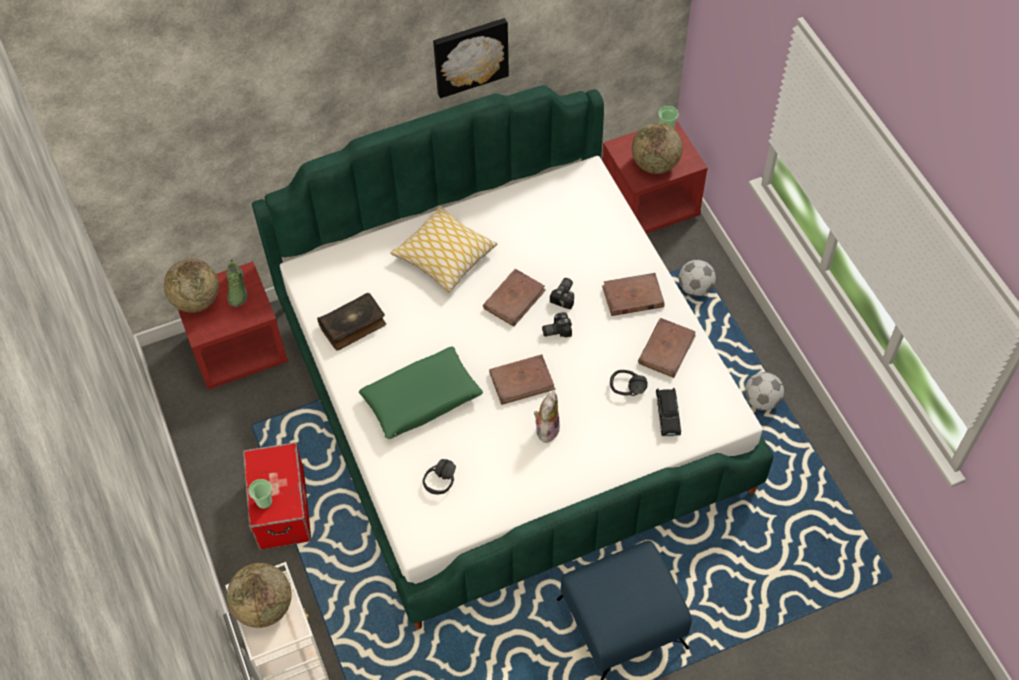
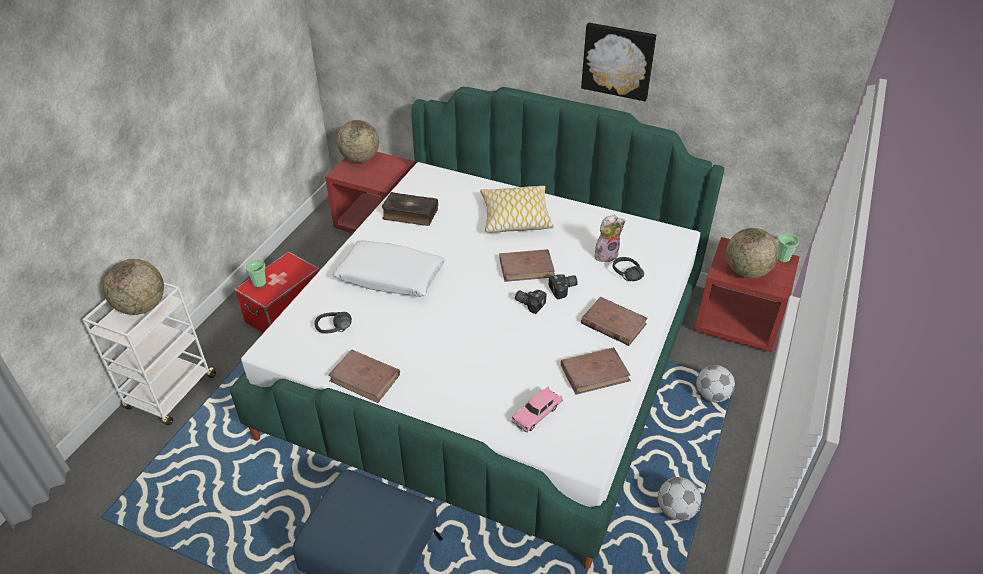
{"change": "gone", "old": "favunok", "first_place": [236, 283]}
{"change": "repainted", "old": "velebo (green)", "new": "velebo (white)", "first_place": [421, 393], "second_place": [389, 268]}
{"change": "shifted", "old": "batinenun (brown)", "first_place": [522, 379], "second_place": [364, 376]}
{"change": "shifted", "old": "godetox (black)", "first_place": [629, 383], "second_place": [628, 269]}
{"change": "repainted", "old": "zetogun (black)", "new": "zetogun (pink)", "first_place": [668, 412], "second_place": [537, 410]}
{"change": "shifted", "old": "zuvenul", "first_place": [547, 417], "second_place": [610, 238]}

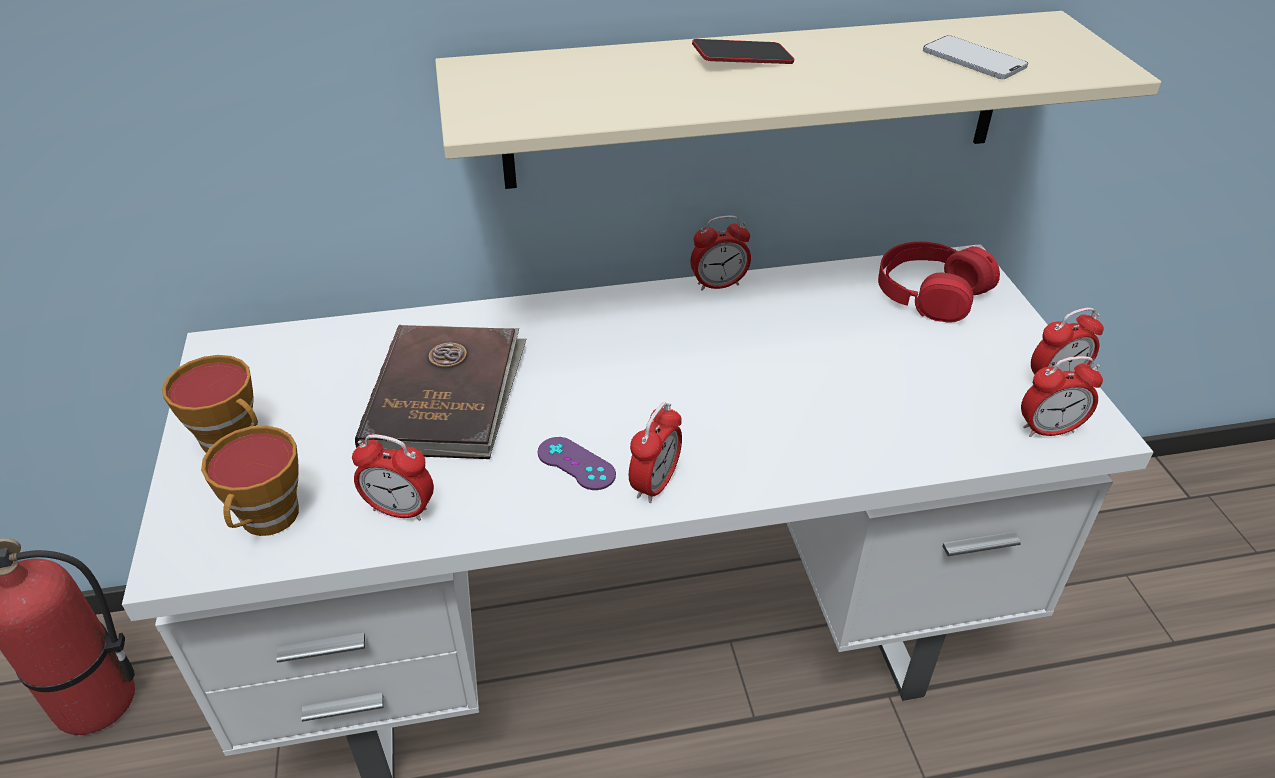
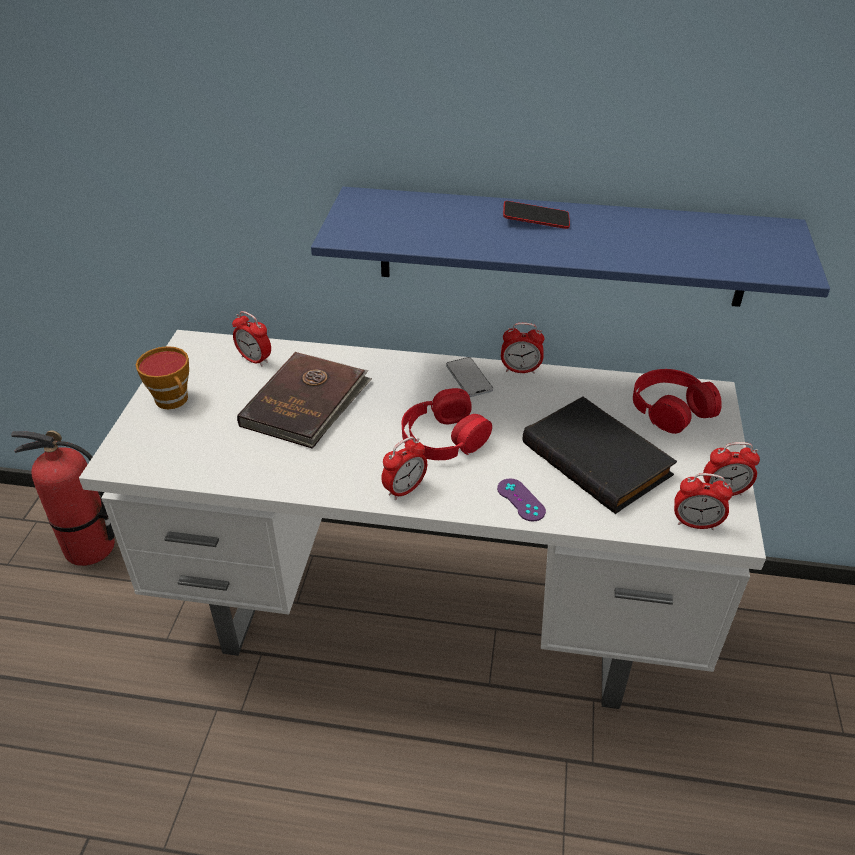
{"change": "repainted", "old": "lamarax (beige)", "new": "lamarax (blue)", "first_place": [798, 100], "second_place": [570, 247]}
{"change": "shifted", "old": "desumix", "first_place": [975, 57], "second_place": [469, 377]}
{"change": "gone", "old": "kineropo", "first_place": [250, 480]}
{"change": "shifted", "old": "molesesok", "first_place": [393, 477], "second_place": [251, 338]}
{"change": "shifted", "old": "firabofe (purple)", "first_place": [577, 463], "second_place": [521, 500]}
{"change": "new", "new": "godetox (red)", "second_place": [447, 424]}
{"change": "new", "new": "batinenun (black)", "second_place": [599, 455]}

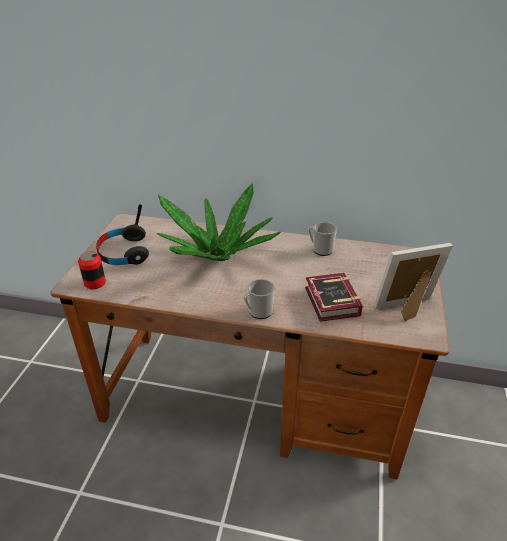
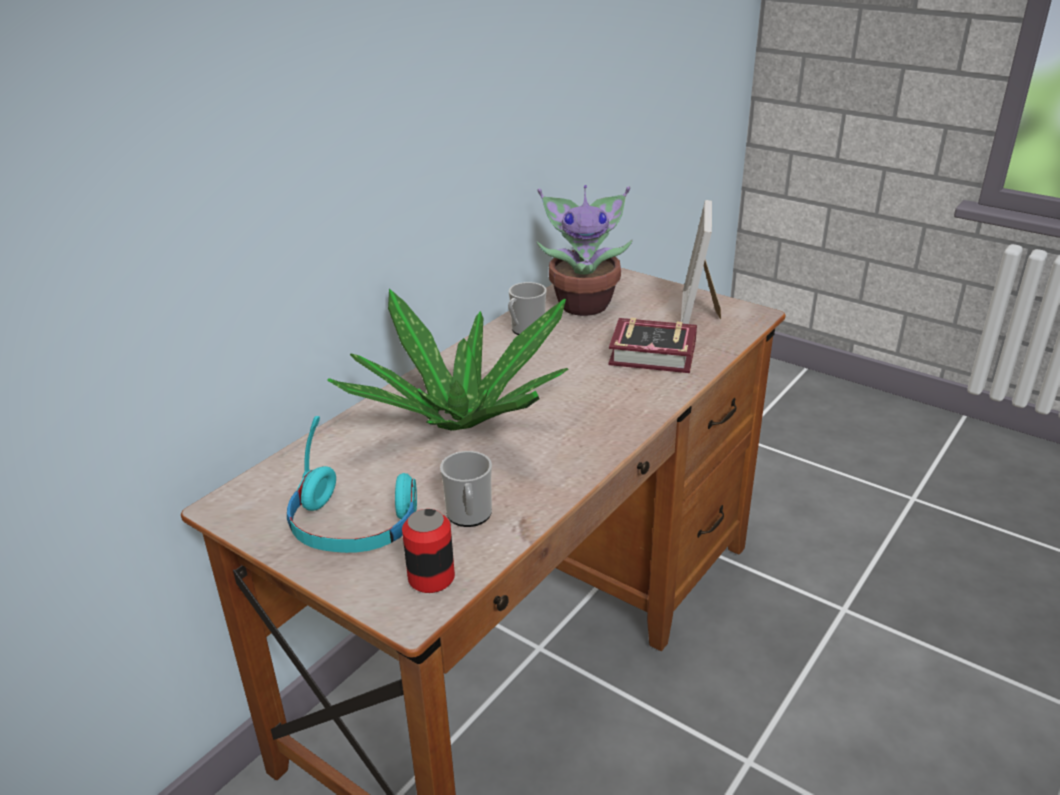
{"change": "repainted", "old": "godetox (black)", "new": "godetox (turquoise)", "first_place": [122, 234], "second_place": [352, 484]}
{"change": "shifted", "old": "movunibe", "first_place": [259, 299], "second_place": [466, 489]}
{"change": "new", "new": "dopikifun", "second_place": [585, 250]}

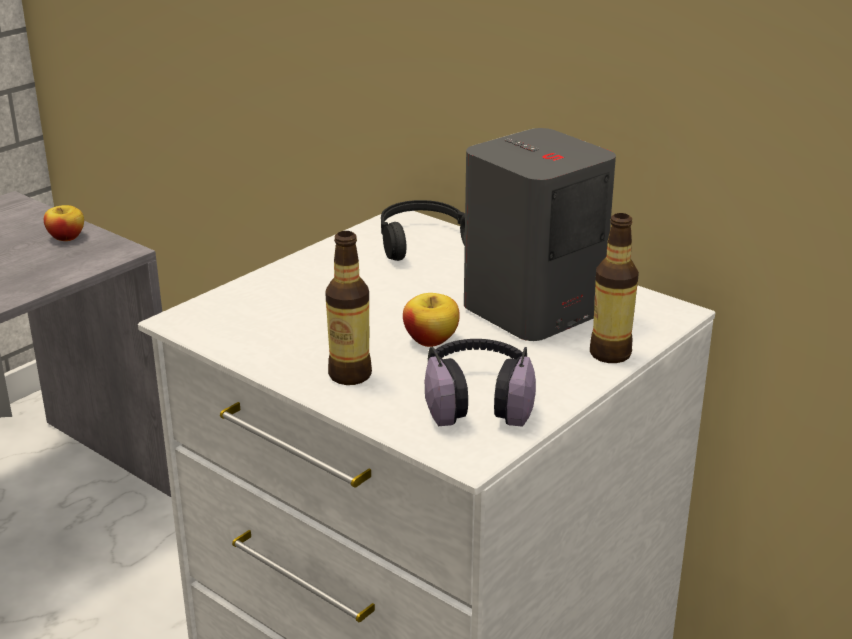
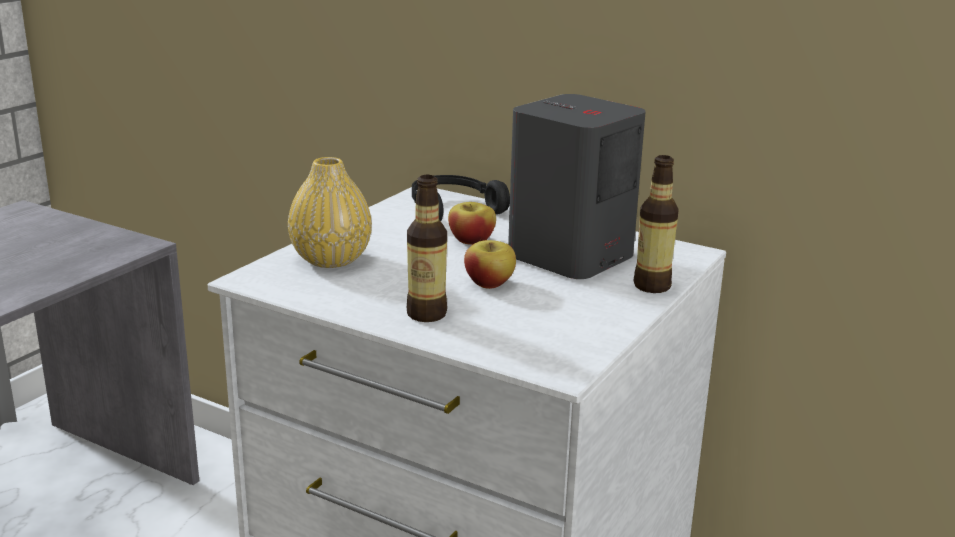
{"change": "shifted", "old": "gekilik", "first_place": [64, 223], "second_place": [472, 223]}
{"change": "gone", "old": "godetox", "first_place": [480, 383]}
{"change": "new", "new": "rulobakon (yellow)", "second_place": [330, 212]}

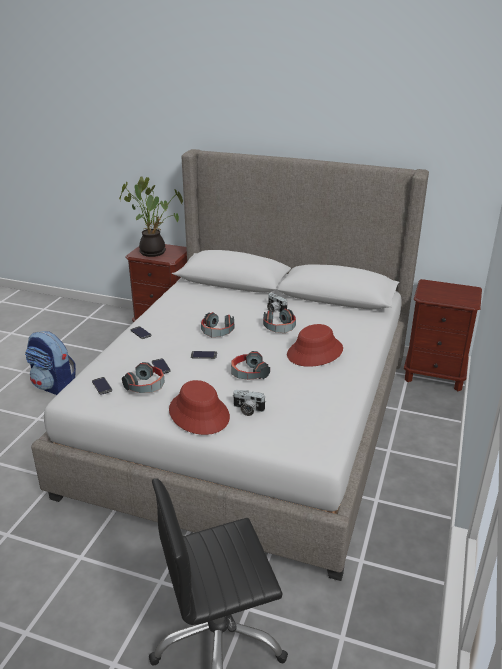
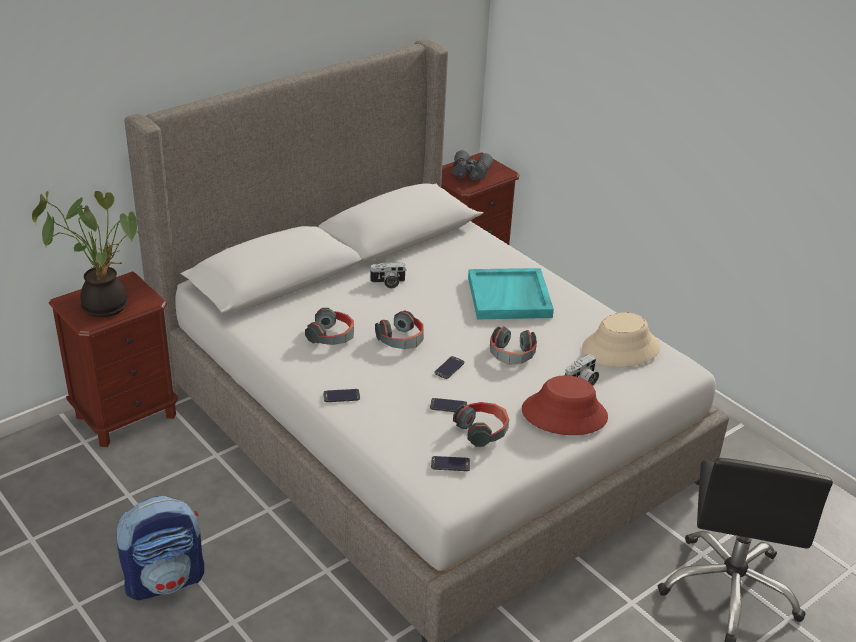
{"change": "shifted", "old": "godetox", "first_place": [279, 321], "second_place": [329, 326]}
{"change": "swapped", "old": "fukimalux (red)", "new": "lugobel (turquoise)", "first_place": [315, 345], "second_place": [511, 293]}
{"change": "new", "new": "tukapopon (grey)", "second_place": [472, 165]}
{"change": "new", "new": "fukimalux (beige)", "second_place": [621, 339]}

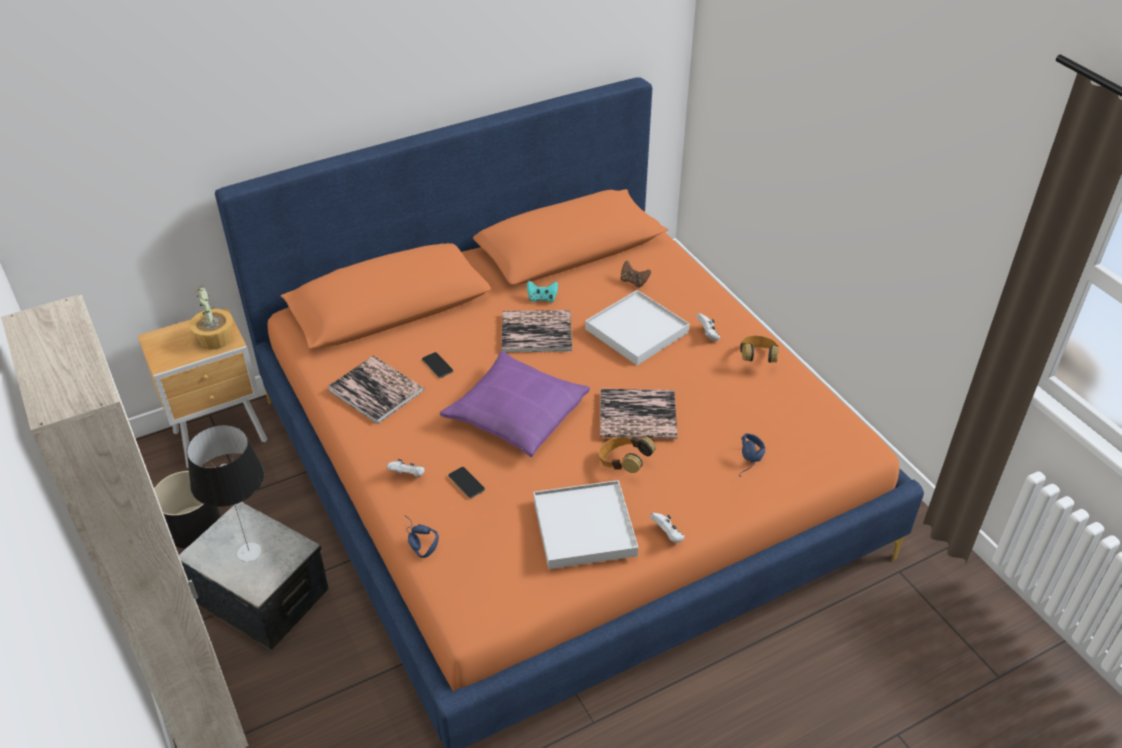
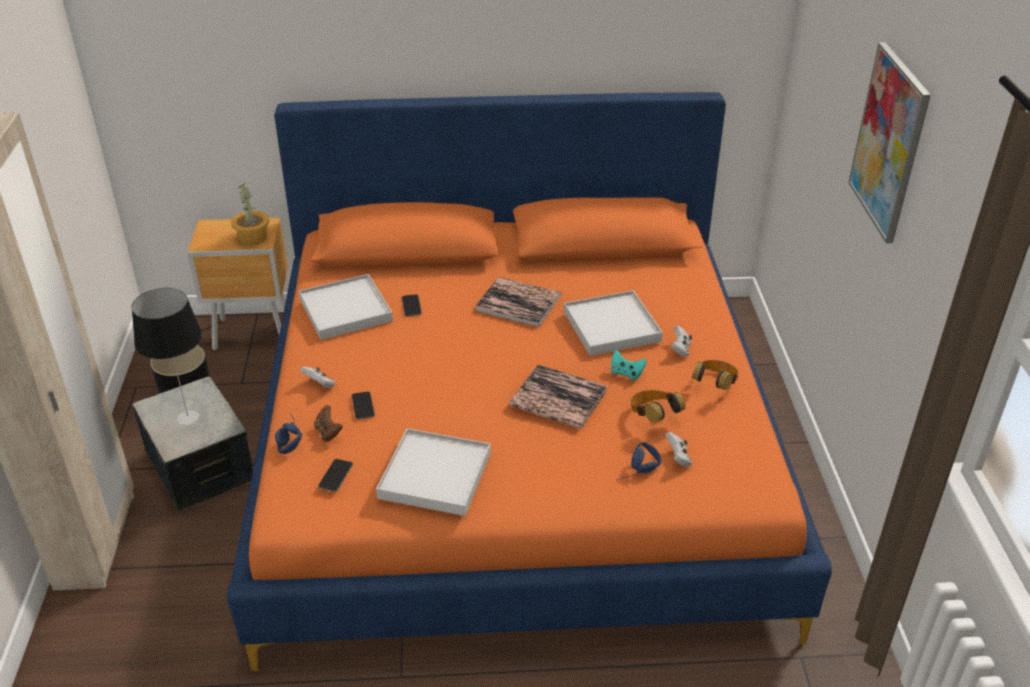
{"change": "shifted", "old": "firabofe (brown)", "first_place": [636, 274], "second_place": [328, 423]}
{"change": "shifted", "old": "firabofe (turquoise)", "first_place": [542, 292], "second_place": [629, 365]}
{"change": "gone", "old": "velebo (purple)", "first_place": [515, 404]}
{"change": "swapped", "old": "batinenun", "new": "lugobel (white)", "first_place": [375, 390], "second_place": [346, 307]}
{"change": "shifted", "old": "godetox", "first_place": [627, 454], "second_place": [657, 406]}
{"change": "shifted", "old": "firabofe (white)", "first_place": [667, 528], "second_place": [678, 449]}
{"change": "new", "new": "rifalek", "second_place": [889, 142]}
{"change": "new", "new": "desumix", "second_place": [335, 475]}

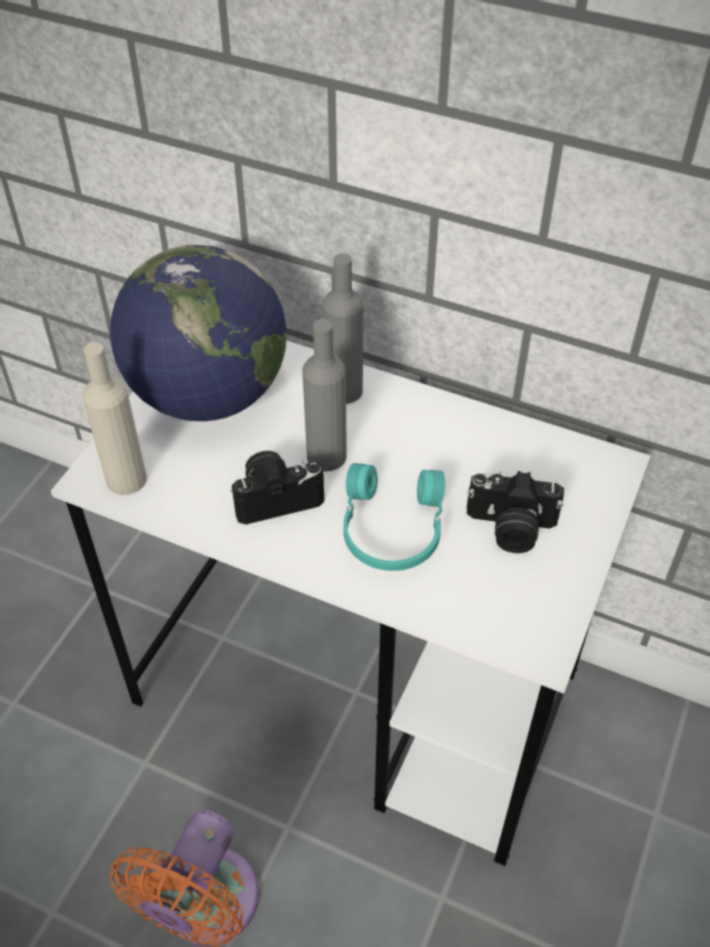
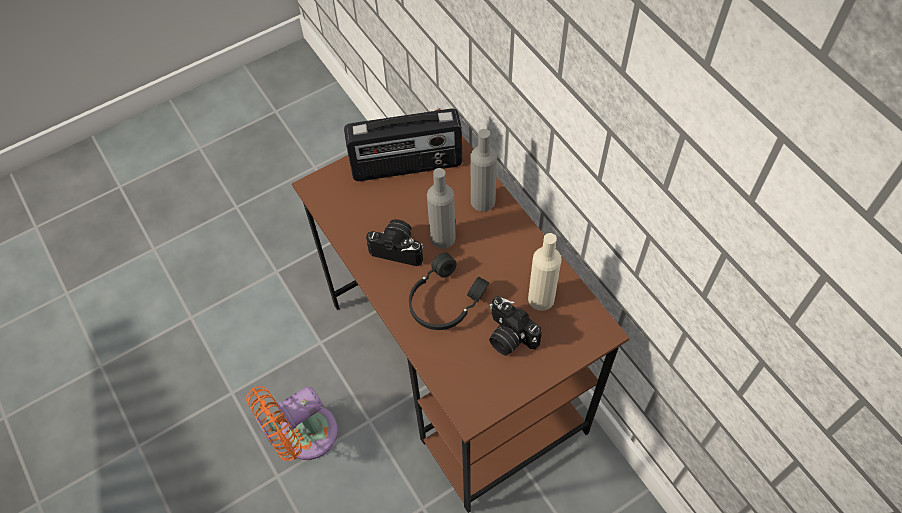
{"change": "swapped", "old": "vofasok", "new": "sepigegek", "first_place": [198, 333], "second_place": [403, 145]}
{"change": "repainted", "old": "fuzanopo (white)", "new": "fuzanopo (brown)", "first_place": [351, 603], "second_place": [460, 310]}
{"change": "shifted", "old": "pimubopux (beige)", "first_place": [114, 418], "second_place": [545, 272]}
{"change": "repainted", "old": "godetox (turquoise)", "new": "godetox (black)", "first_place": [394, 517], "second_place": [449, 291]}

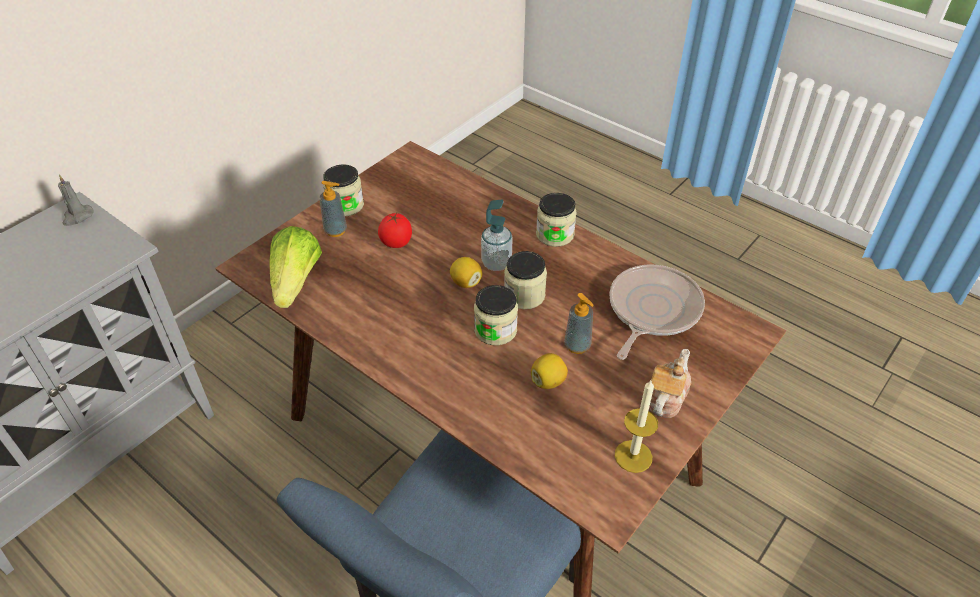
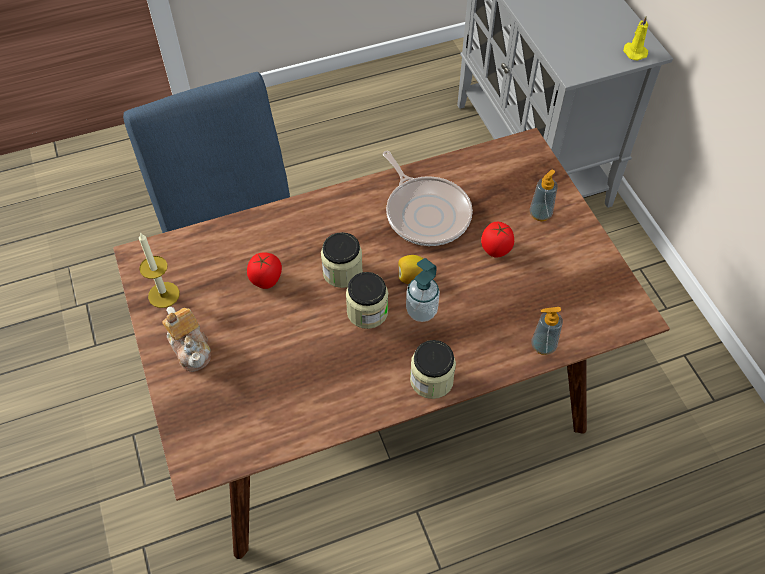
{"change": "gone", "old": "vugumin", "first_place": [343, 190]}
{"change": "repainted", "old": "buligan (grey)", "new": "buligan (yellow)", "first_place": [76, 200], "second_place": [635, 38]}
{"change": "gone", "old": "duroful", "first_place": [295, 267]}
{"change": "shifted", "old": "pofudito", "first_place": [657, 312], "second_place": [428, 198]}
{"change": "shifted", "old": "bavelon", "first_place": [579, 323], "second_place": [547, 331]}
{"change": "swapped", "old": "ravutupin", "new": "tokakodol", "first_place": [549, 371], "second_place": [264, 270]}

